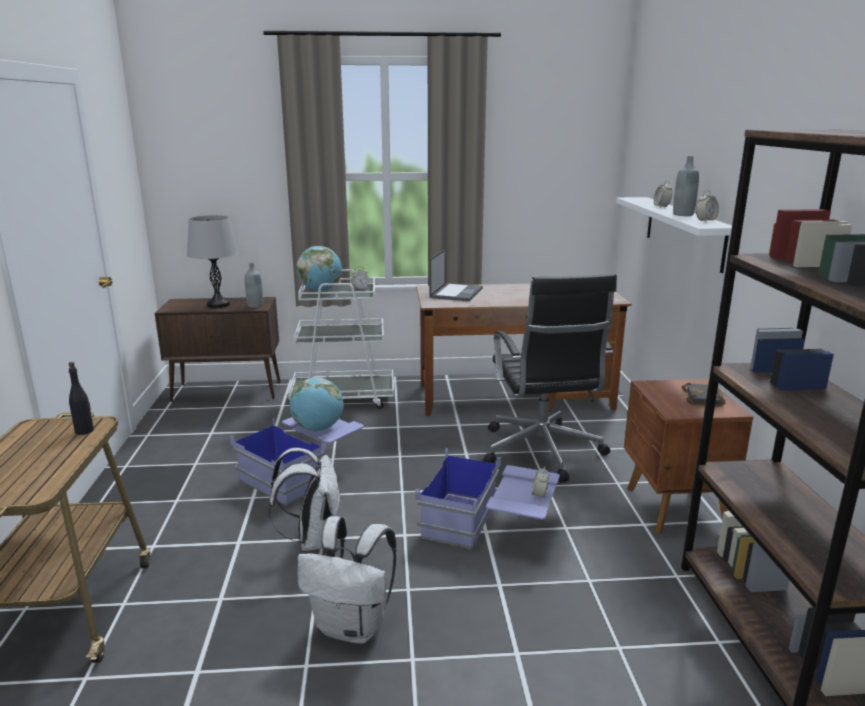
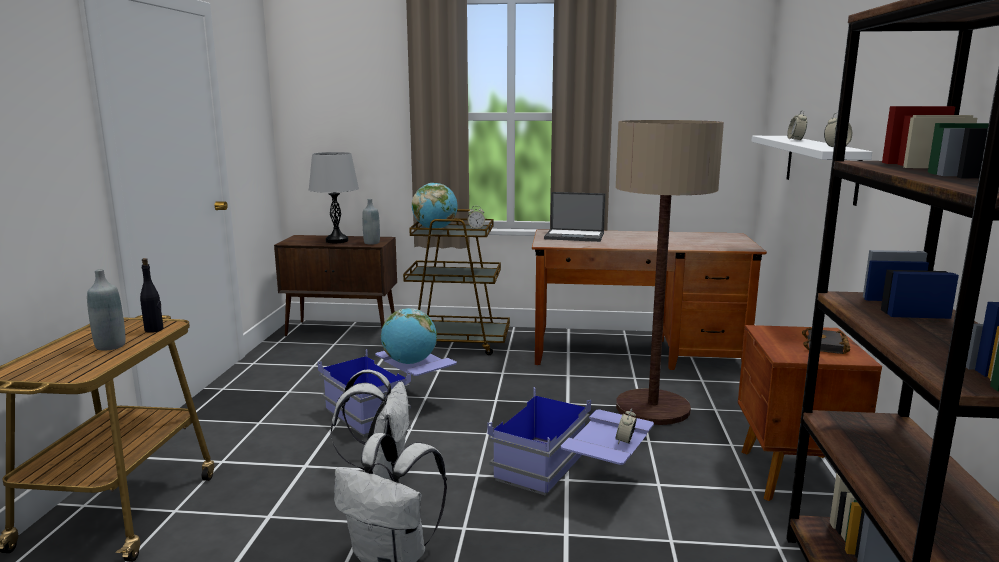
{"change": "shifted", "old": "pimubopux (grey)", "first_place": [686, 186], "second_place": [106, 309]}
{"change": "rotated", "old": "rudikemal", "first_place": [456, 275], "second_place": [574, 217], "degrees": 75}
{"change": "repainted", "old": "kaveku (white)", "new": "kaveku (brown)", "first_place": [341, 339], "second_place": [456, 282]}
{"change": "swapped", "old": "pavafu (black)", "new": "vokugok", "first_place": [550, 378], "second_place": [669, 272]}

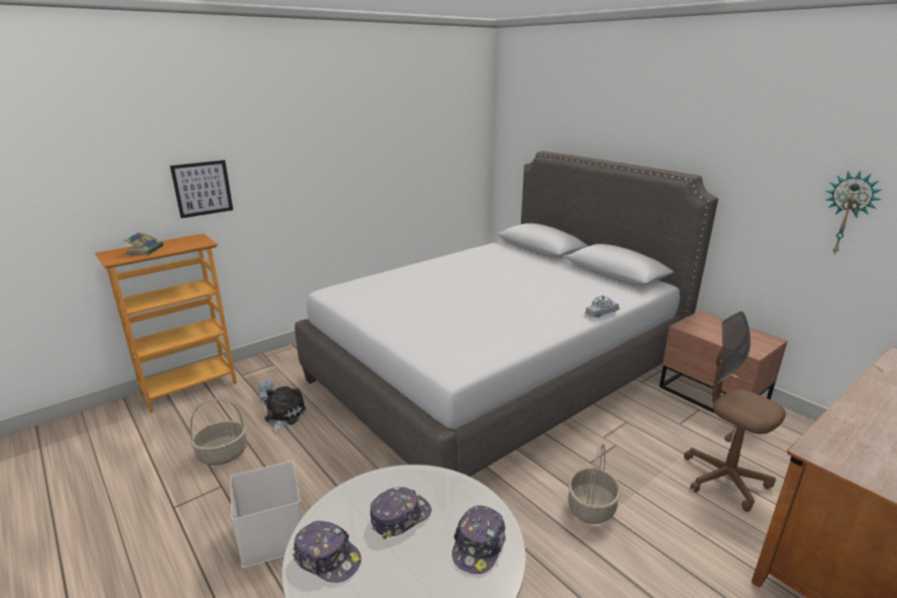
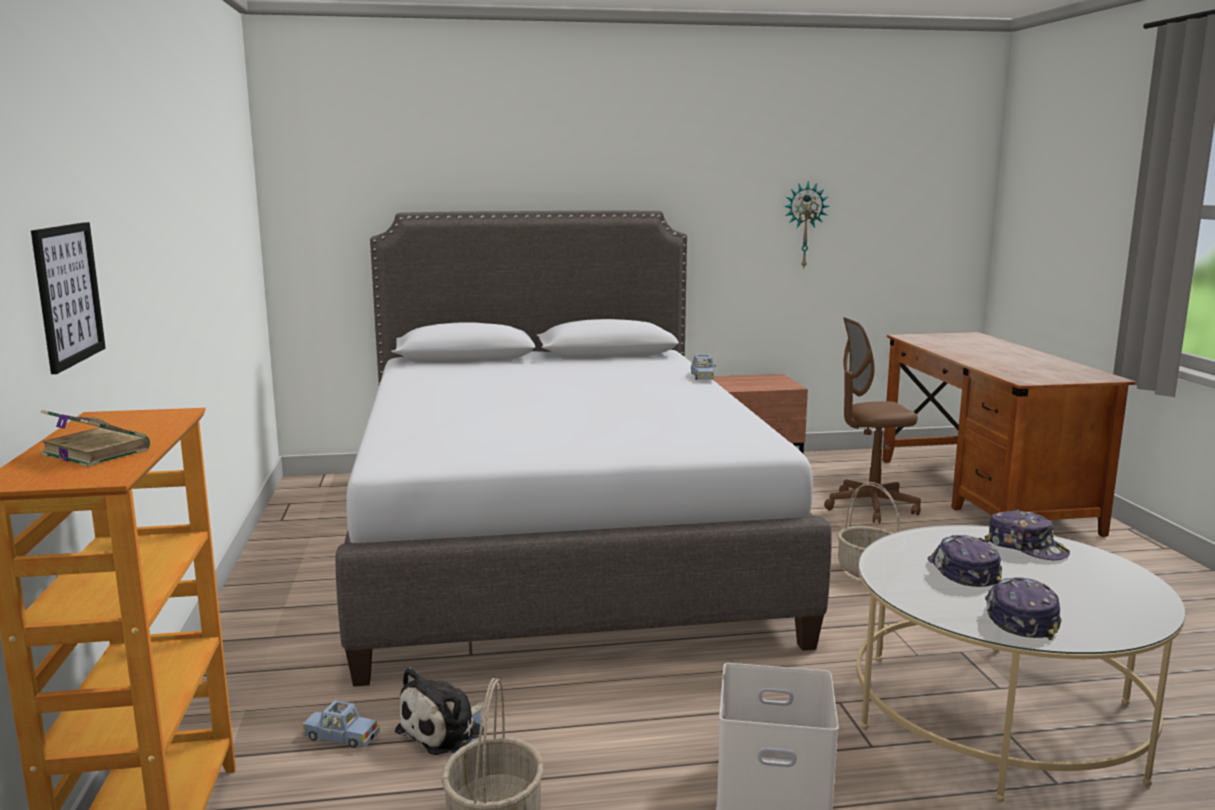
{"change": "rotated", "old": "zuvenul", "first_place": [285, 409], "second_place": [439, 711], "degrees": -90}
{"change": "rotated", "old": "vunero", "first_place": [326, 552], "second_place": [1023, 608], "degrees": -45}

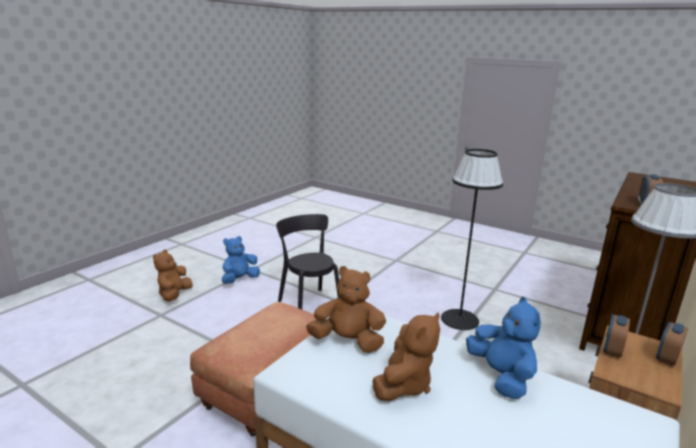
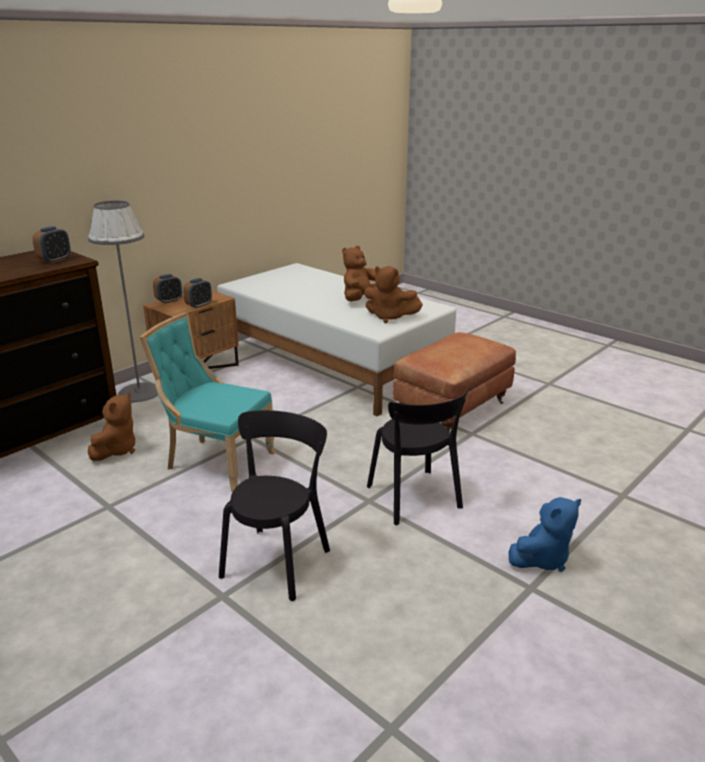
{"change": "swapped", "old": "vokugok (black)", "new": "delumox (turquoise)", "first_place": [472, 239], "second_place": [208, 402]}
{"change": "shifted", "old": "zuvenul (brown)", "first_place": [173, 276], "second_place": [111, 427]}
{"change": "gone", "old": "zuvenul (blue)", "first_place": [503, 348]}
{"change": "new", "new": "delumox (black)", "second_place": [274, 505]}

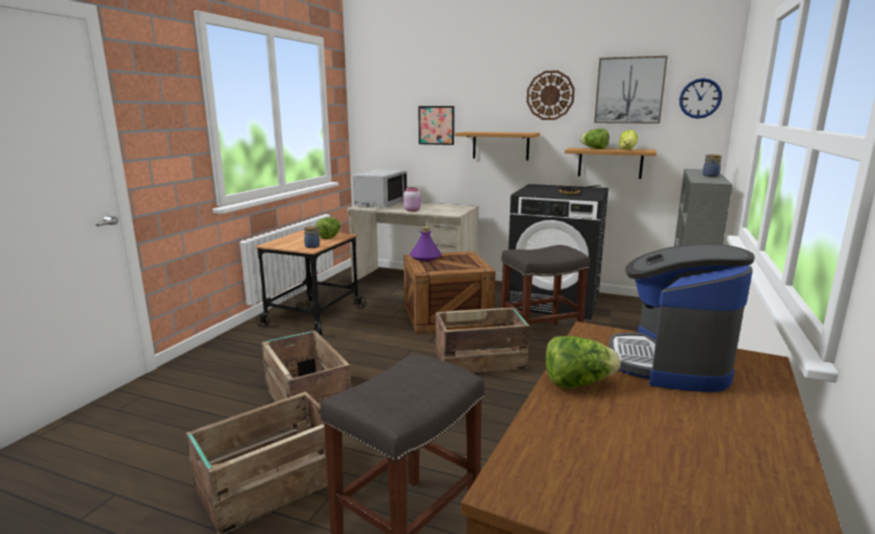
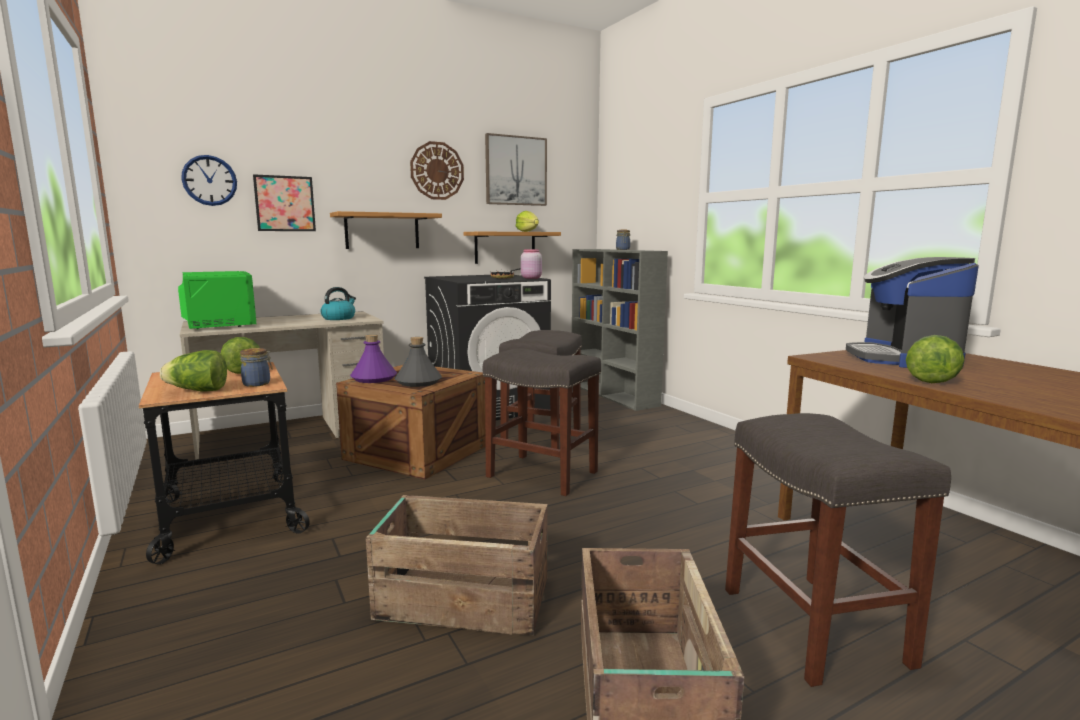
{"change": "shifted", "old": "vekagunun", "first_place": [700, 98], "second_place": [209, 180]}
{"change": "shifted", "old": "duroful", "first_place": [594, 139], "second_place": [193, 371]}
{"change": "repainted", "old": "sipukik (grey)", "new": "sipukik (green)", "first_place": [379, 188], "second_place": [217, 300]}
{"change": "shifted", "old": "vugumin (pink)", "first_place": [412, 200], "second_place": [531, 264]}
{"change": "rotated", "old": "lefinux", "first_place": [682, 318], "second_place": [912, 312], "degrees": 45}
{"change": "swapped", "old": "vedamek", "new": "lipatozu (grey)", "first_place": [483, 340], "second_place": [542, 422]}
{"change": "new", "new": "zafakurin", "second_place": [338, 303]}
{"change": "new", "new": "pimubopux (grey)", "second_place": [418, 362]}

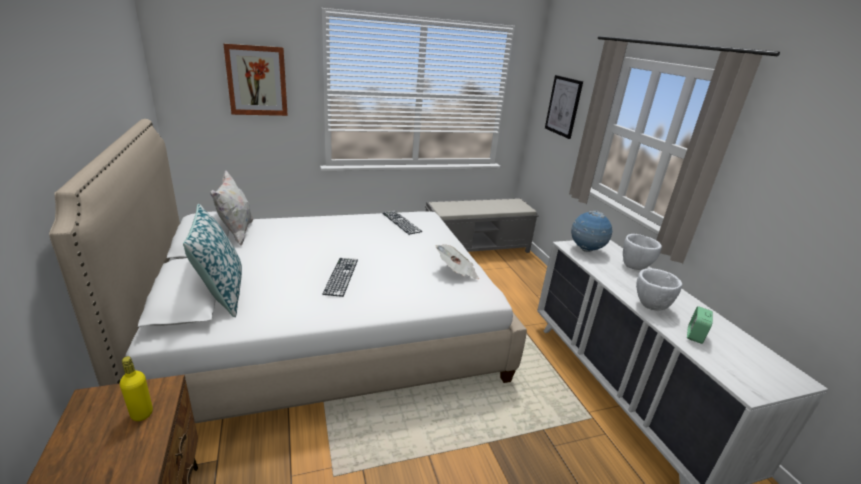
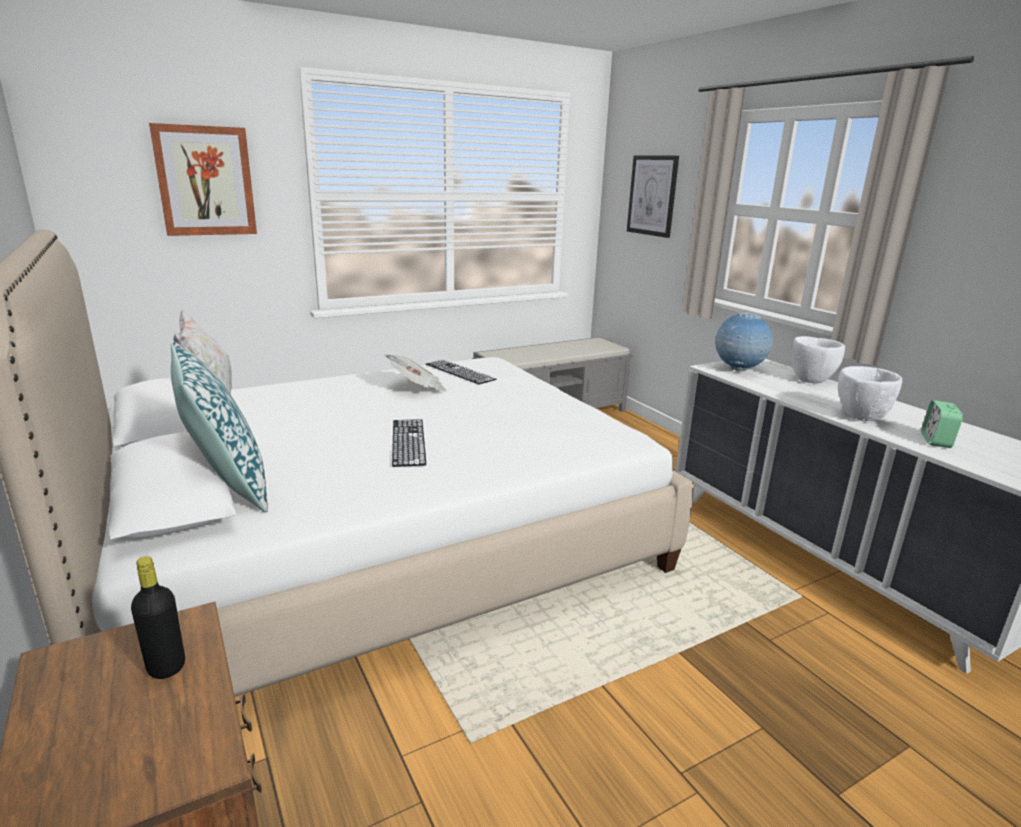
{"change": "shifted", "old": "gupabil", "first_place": [457, 261], "second_place": [415, 373]}
{"change": "repainted", "old": "pimubopux (yellow)", "new": "pimubopux (black)", "first_place": [136, 388], "second_place": [158, 617]}

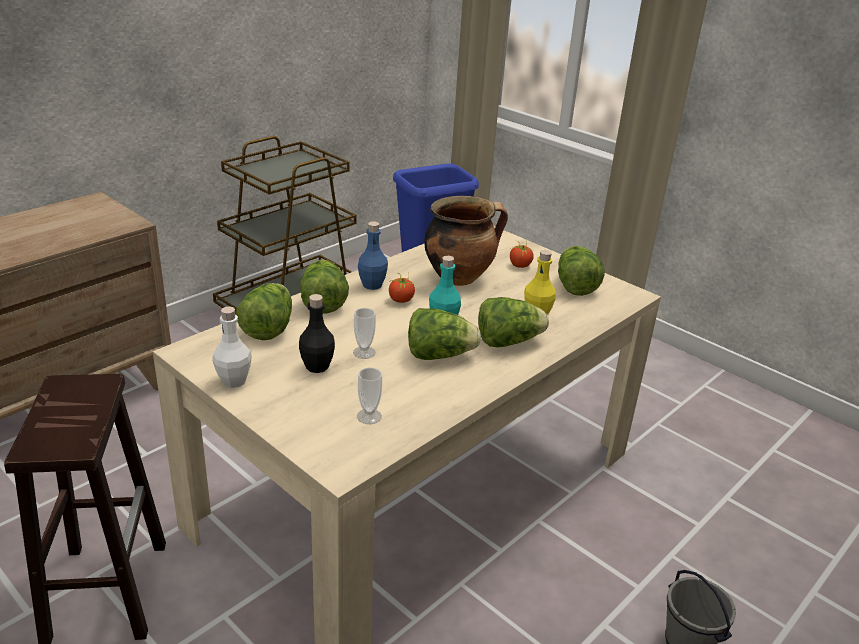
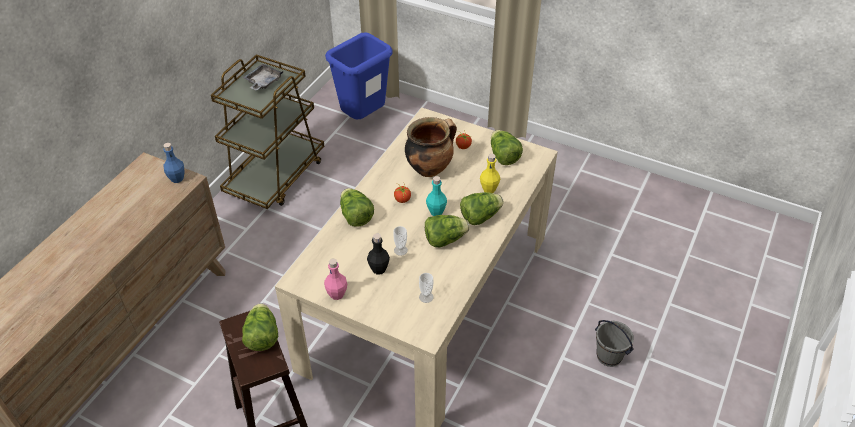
{"change": "shifted", "old": "pimubopux (blue)", "first_place": [373, 255], "second_place": [174, 163]}
{"change": "shifted", "old": "duroful", "first_place": [264, 311], "second_place": [260, 327]}
{"change": "repainted", "old": "pimubopux (white)", "new": "pimubopux (pink)", "first_place": [232, 347], "second_place": [335, 279]}
{"change": "new", "new": "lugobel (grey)", "second_place": [263, 77]}

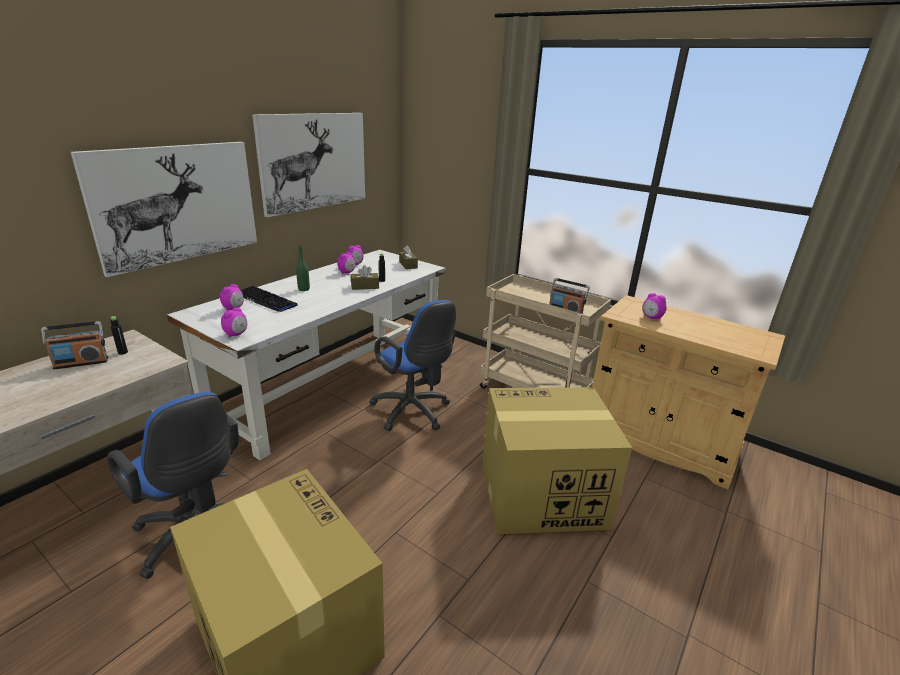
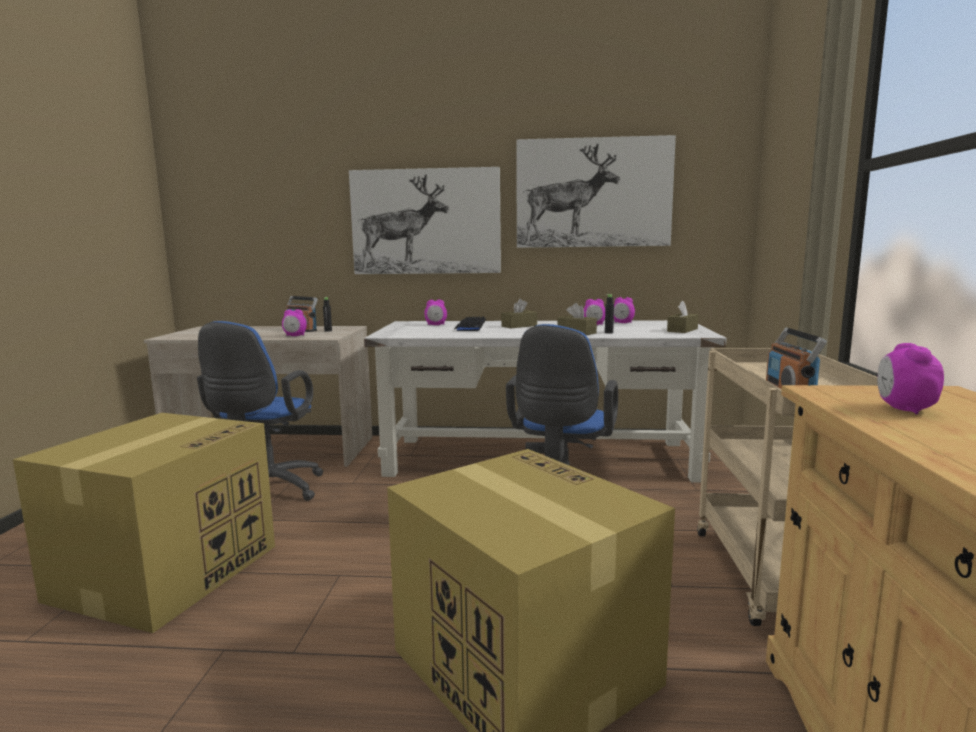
{"change": "swapped", "old": "pimubopux (green)", "new": "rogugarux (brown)", "first_place": [303, 268], "second_place": [519, 313]}
{"change": "shifted", "old": "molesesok", "first_place": [234, 322], "second_place": [294, 322]}

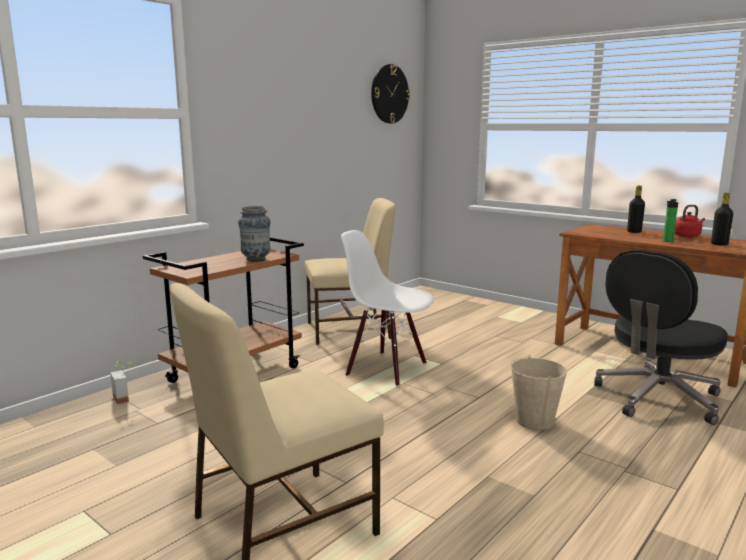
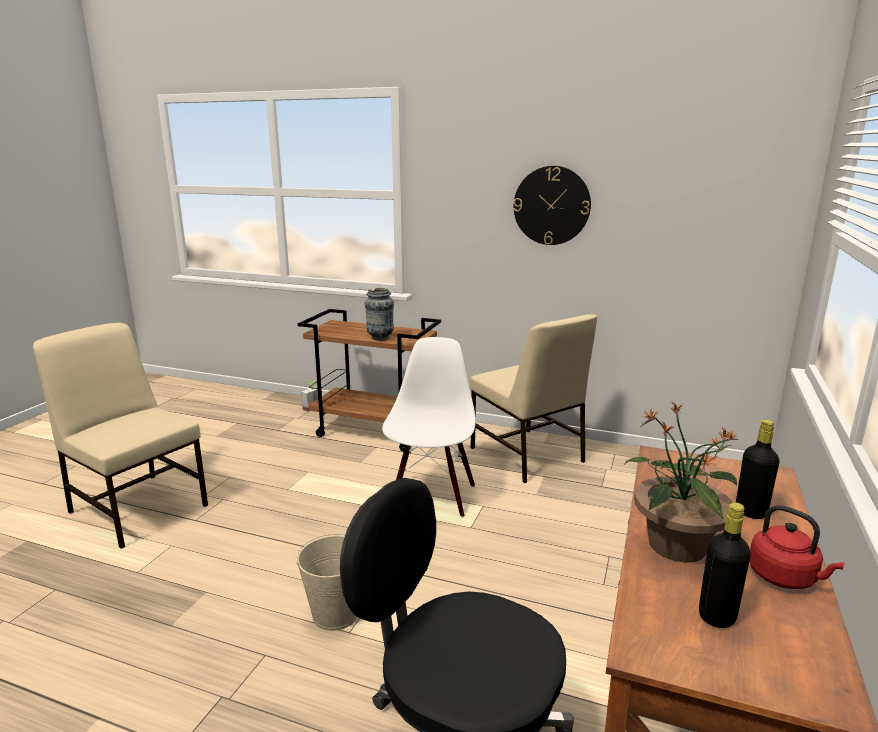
{"change": "shifted", "old": "vekagunun", "first_place": [390, 94], "second_place": [552, 205]}
{"change": "swapped", "old": "pimubopux", "new": "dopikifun", "first_place": [670, 220], "second_place": [682, 481]}

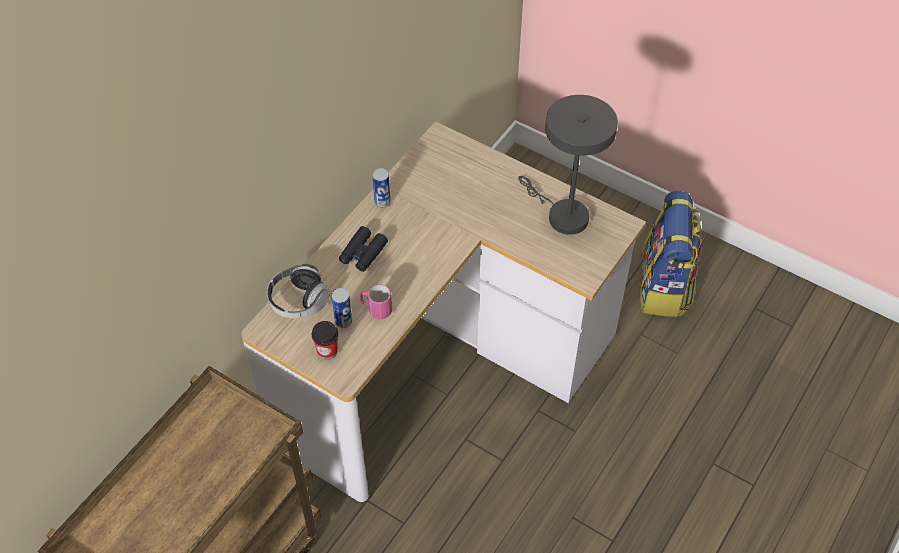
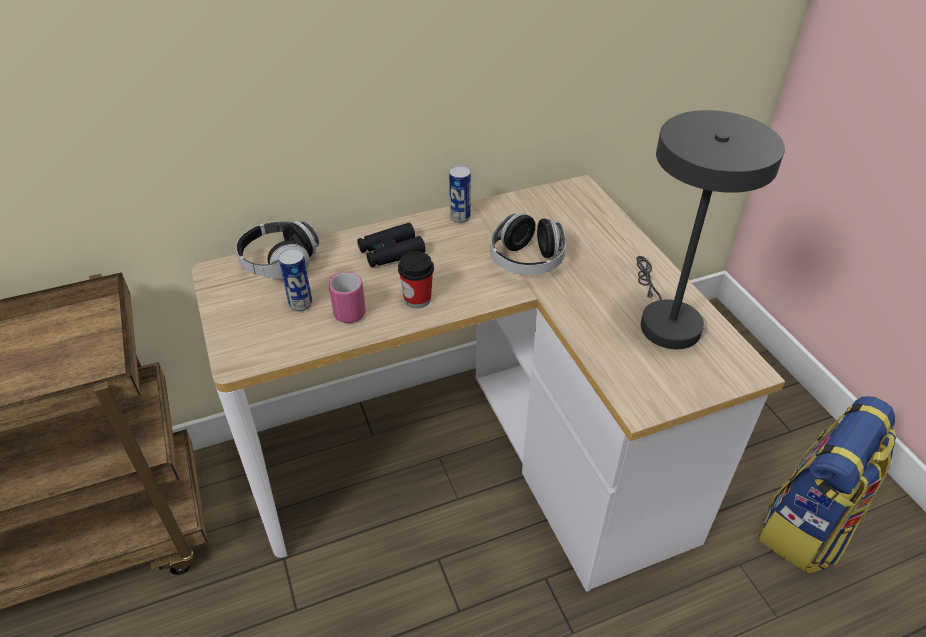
{"change": "shifted", "old": "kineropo", "first_place": [324, 340], "second_place": [416, 279]}
{"change": "new", "new": "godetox", "second_place": [528, 244]}

